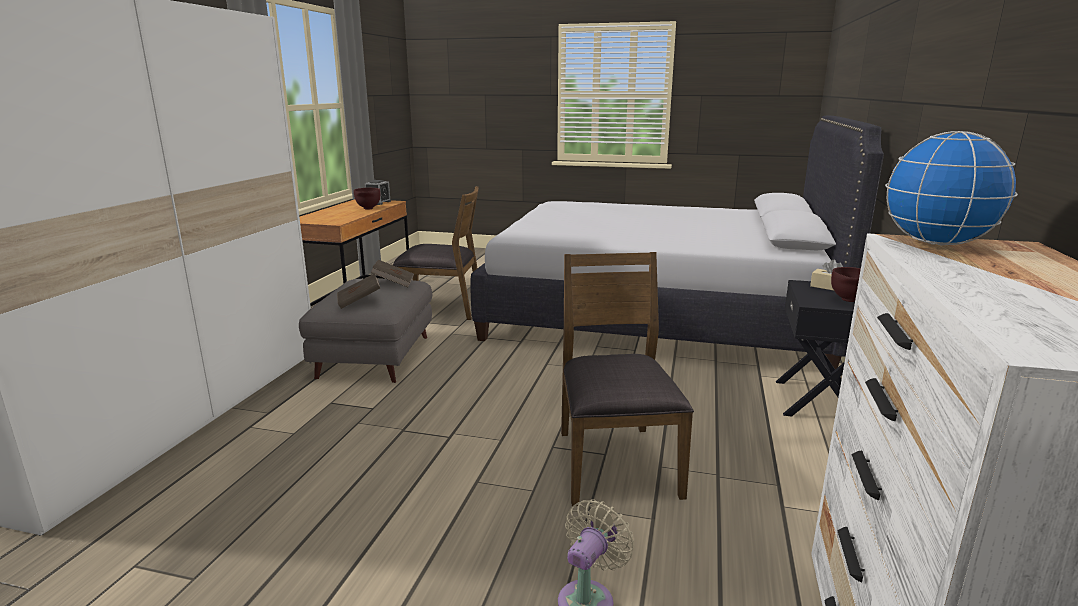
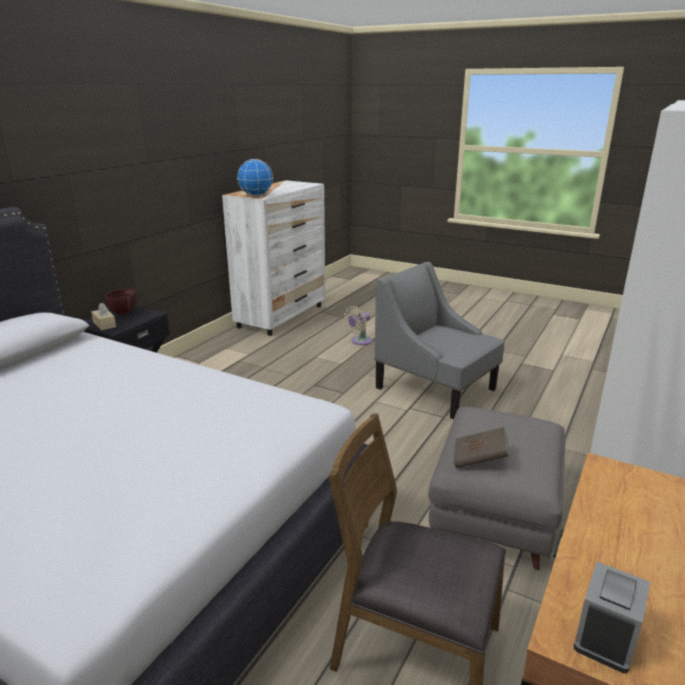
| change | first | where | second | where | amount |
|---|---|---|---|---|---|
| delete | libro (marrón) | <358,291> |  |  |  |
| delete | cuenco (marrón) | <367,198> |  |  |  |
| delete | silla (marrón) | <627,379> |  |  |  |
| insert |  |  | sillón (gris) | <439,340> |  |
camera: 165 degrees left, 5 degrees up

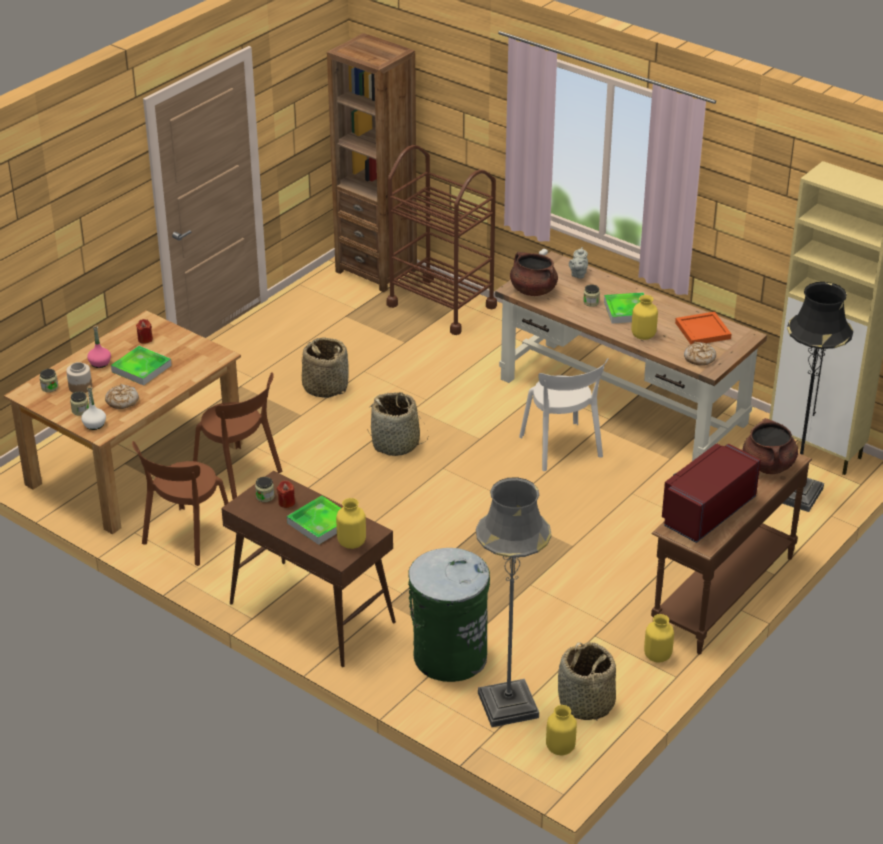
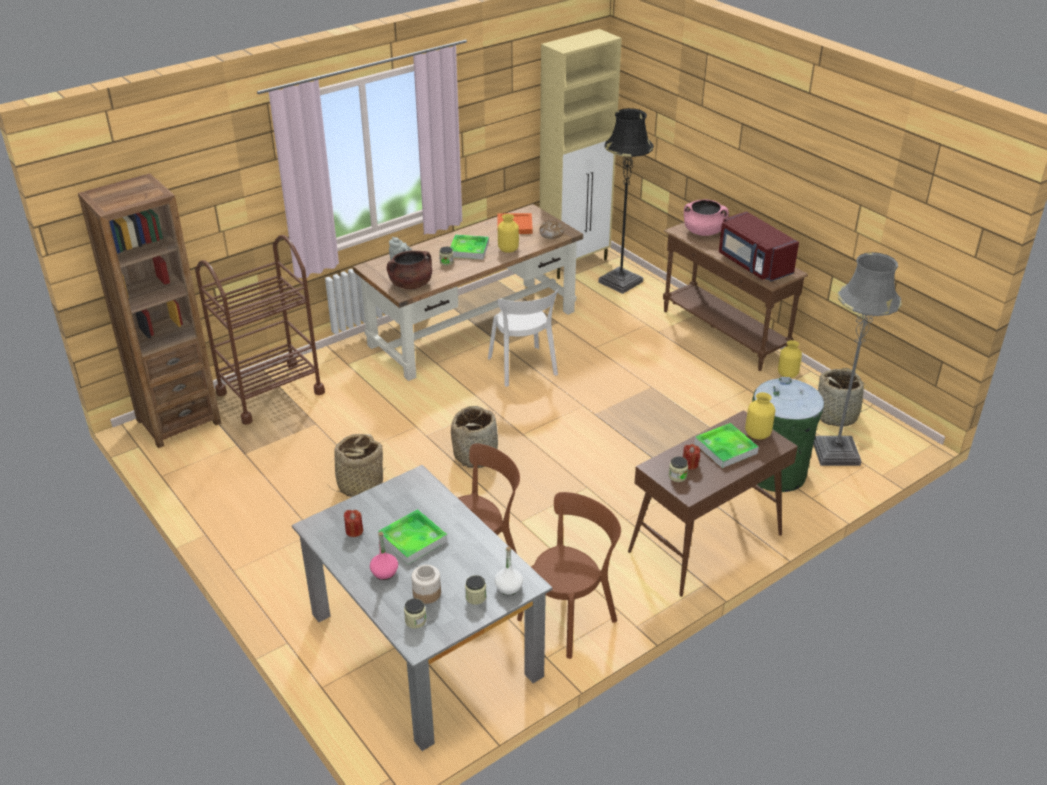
| change | first | where | second | where | amount |
|---|---|---|---|---|---|
| delete | pan | <122,396> |  |  |  |
| delete | florero (amarillo) | <561,730> |  |  |  |
| recolor | mesa de comedor (marrón) | <123,422> | mesa de comedor (gris) | <422,608> |  |
| recolor | olla (marrón) | <770,446> | olla (rosa) | <706,217> |  |
| rotate | silla (marrón) | <180,503> |  | <569,575> | 90 degrees counterclockwise |
| rotate | silla (blanco) | <564,414> |  | <524,337> | 75 degrees clockwise |
camera: 75 degrees left, 0 degrees up

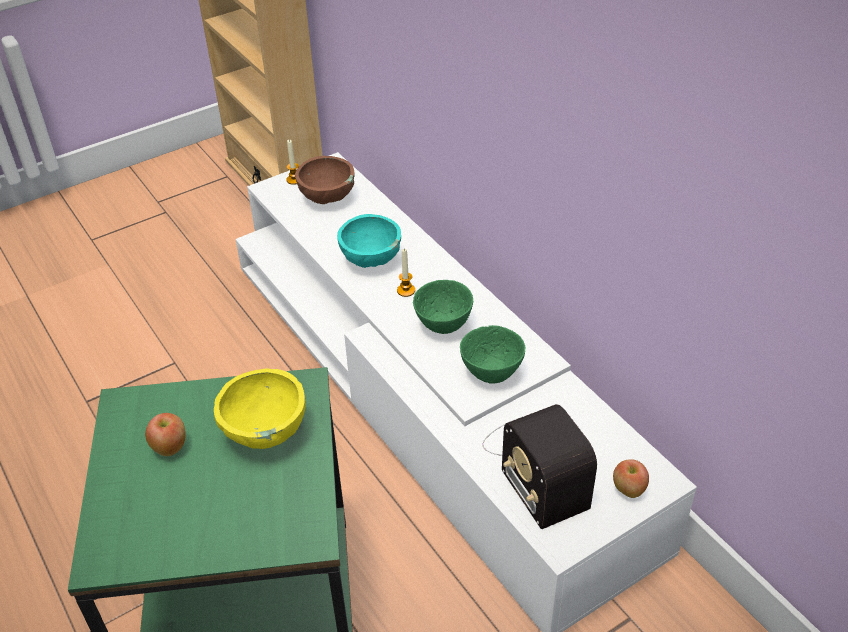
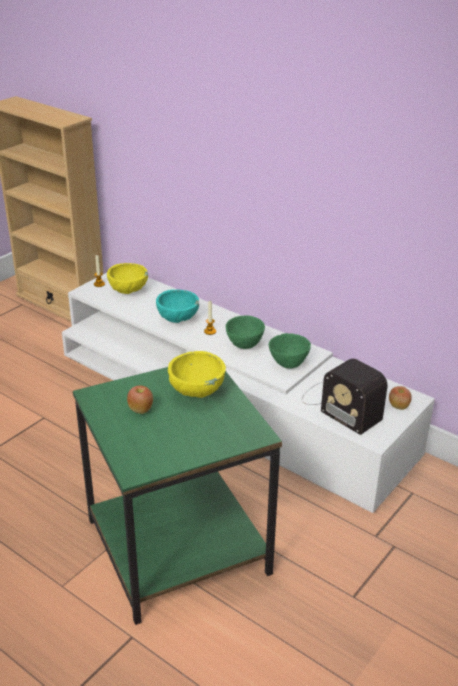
| change | first | where | second | where | amount |
|---|---|---|---|---|---|
| recolor | cuenco (marrón) | <325,180> | cuenco (amarillo) | <127,278> |  |
camera: 20 degrees left, 10 degrees down

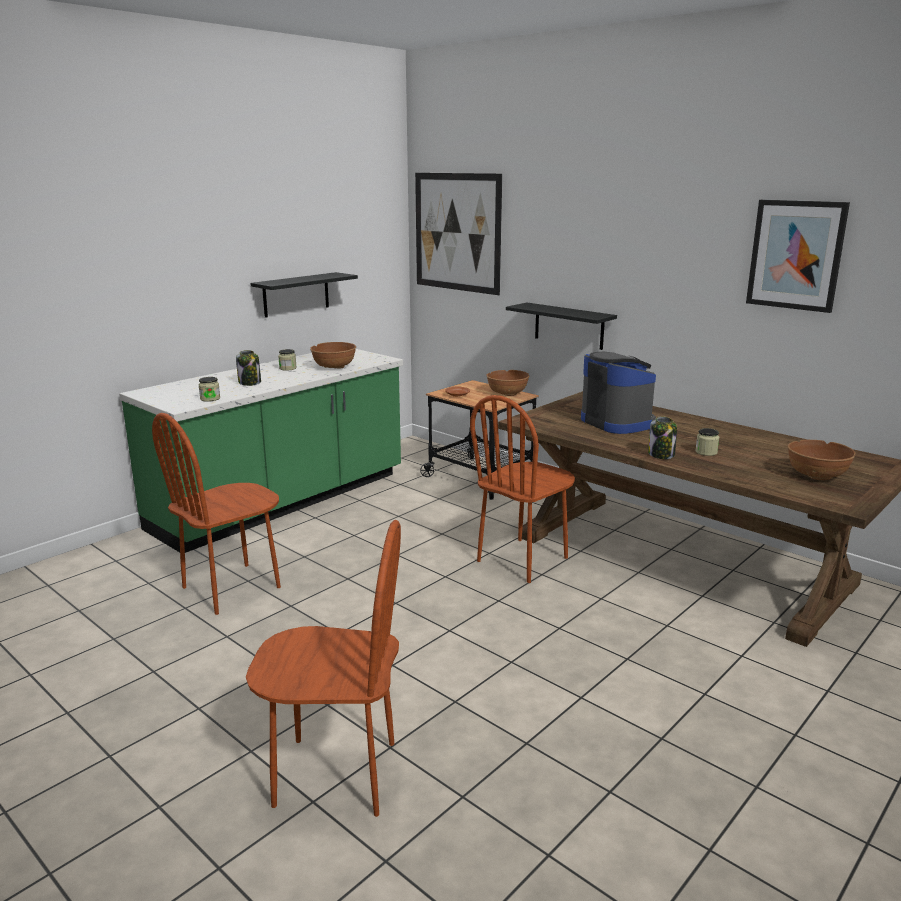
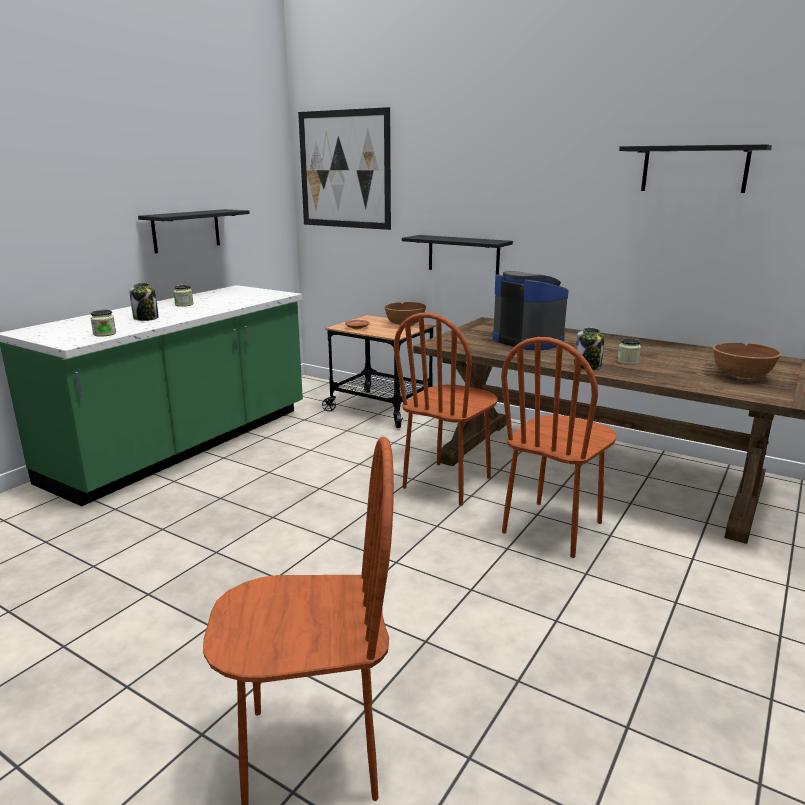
| change | first | where | second | where | amount |
|---|---|---|---|---|---|
| delete | cuenco (marrón) | <333,355> |  |  |  |
| move | silla (marrón) | <216,514> |  | <558,447> |  |
| replace | cuadro | <798,256> | estante (negro) | <695,168> |  |
camera: 10 degrees left, 0 degrees up

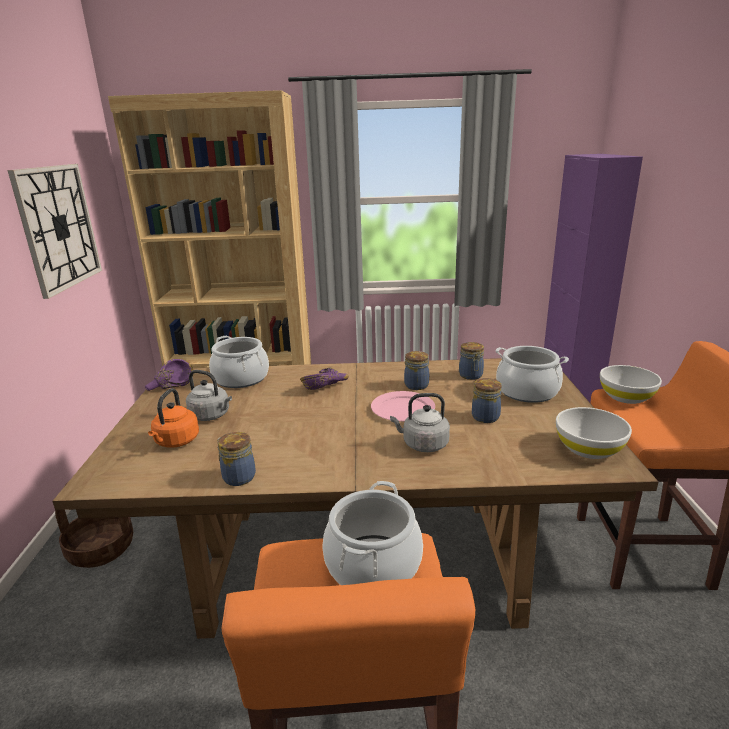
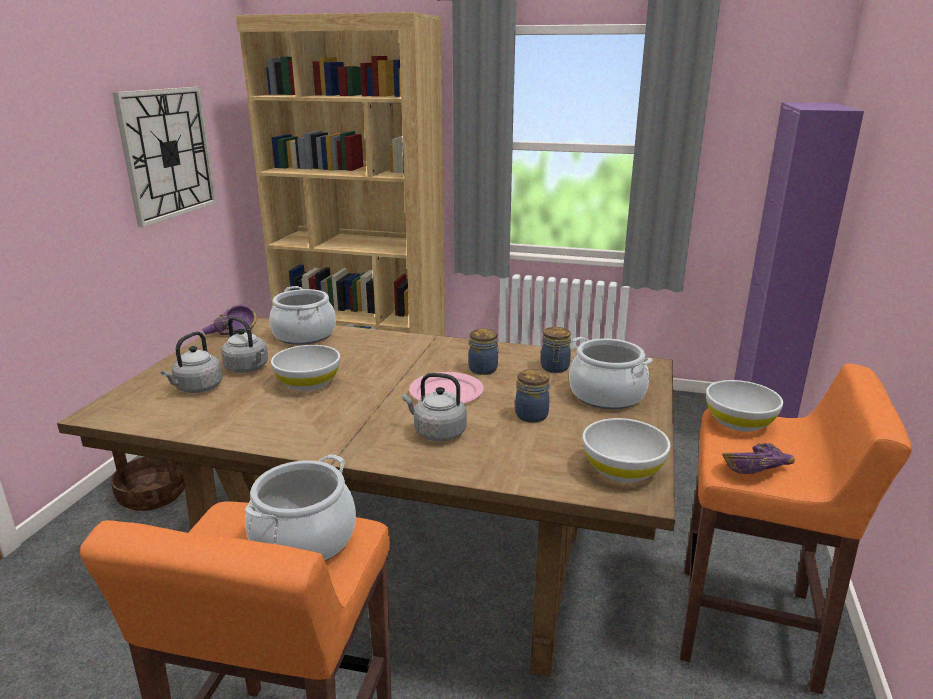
| change | first | where | second | where | amount |
|---|---|---|---|---|---|
| delete | tarro | <236,459> |  |  |  |
| insert |  |  | cuenco (blanco) | <305,368> |  |
| move | cuenco (morado) | <324,378> |  | <758,458> |  |
| recolor | hervidor (naranja) | <173,418> | hervidor (gris) | <192,362> |  |
camera: 15 degrees right, 0 degrees up

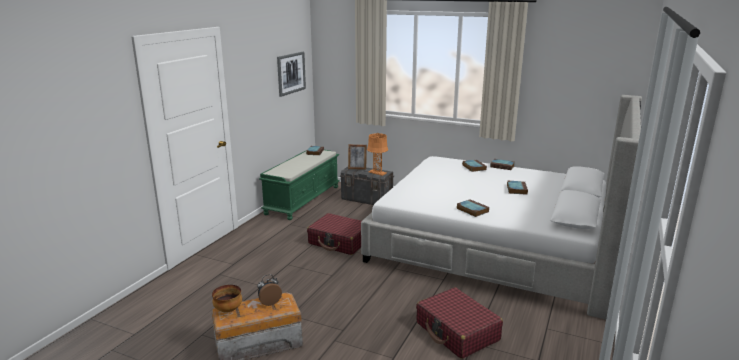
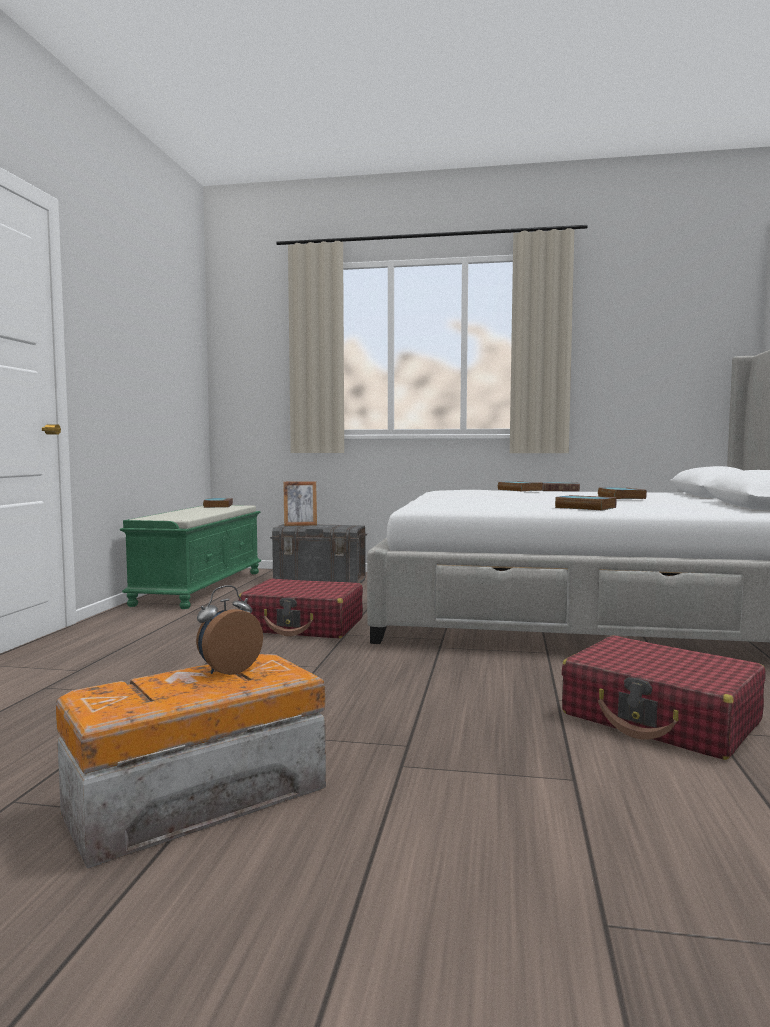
| change | first | where | second | where | amount |
|---|---|---|---|---|---|
| delete | cuenco | <227,298> |  |  |  |
| delete | cuadro | <291,74> |  |  |  |
| delete | lámpara de mesa (naranja) | <377,154> |  |  |  |
camera: 15 degrees left, 15 degrees down

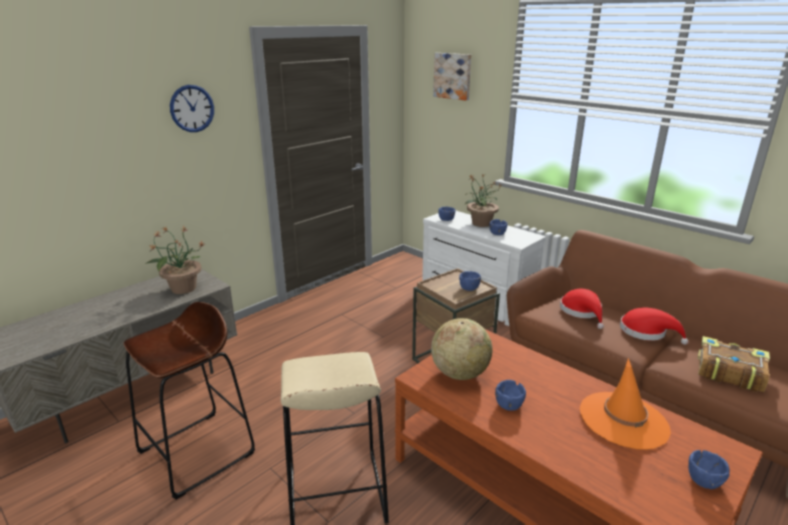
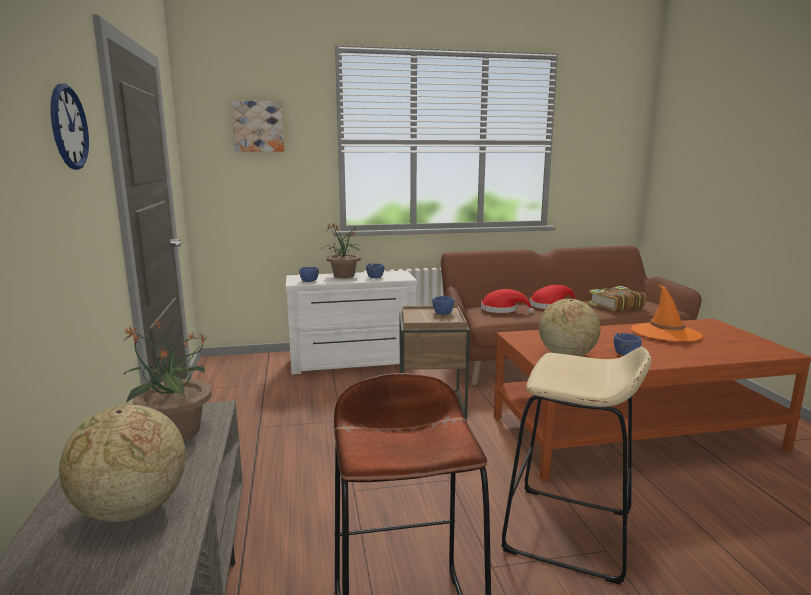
| change | first | where | second | where | amount |
|---|---|---|---|---|---|
| delete | cuenco (azul) | <709,469> |  |  |  |
| insert |  |  | globo terráqueo | <122,463> |  |
camera: 55 degrees left, 10 degrees down

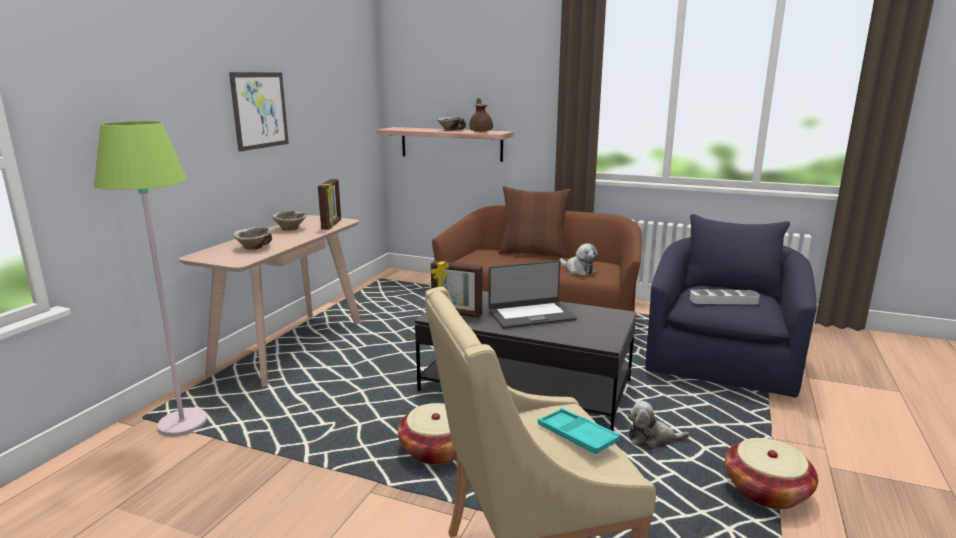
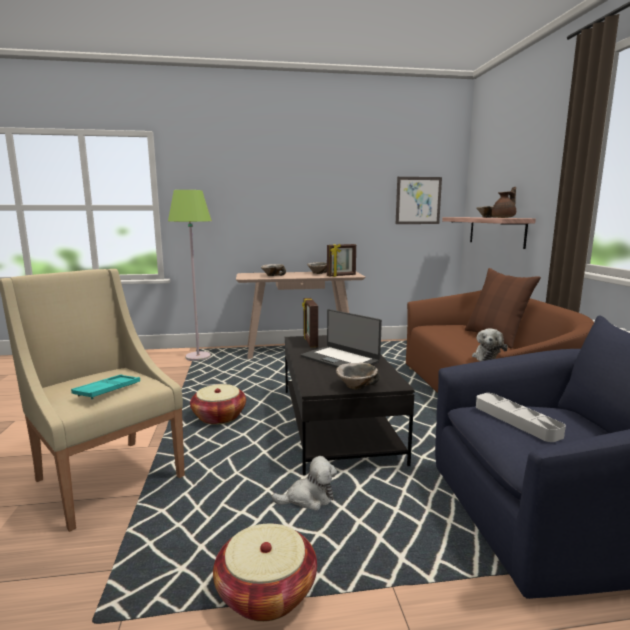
| change | first | where | second | where | amount |
|---|---|---|---|---|---|
| insert |  |  | cuenco | <358,376> |  |
| move | cuadro | <259,111> |  | <419,200> |  |
| rotate | peluche | <658,424> |  | <304,483> | 105 degrees clockwise |
camera: 60 degrees right, 5 degrees down

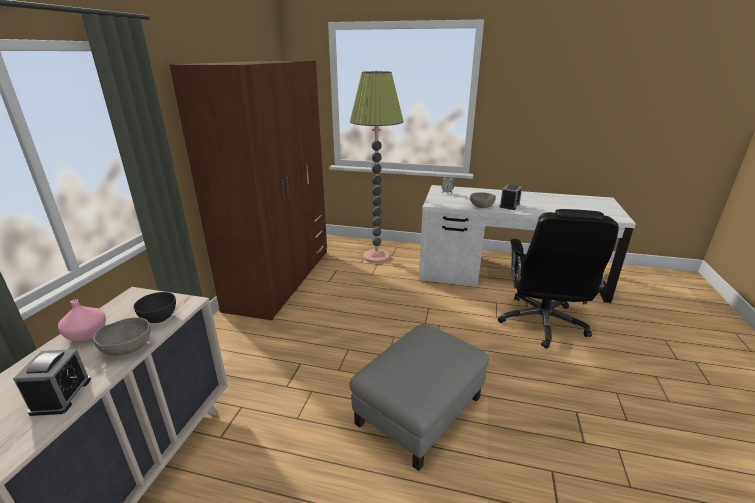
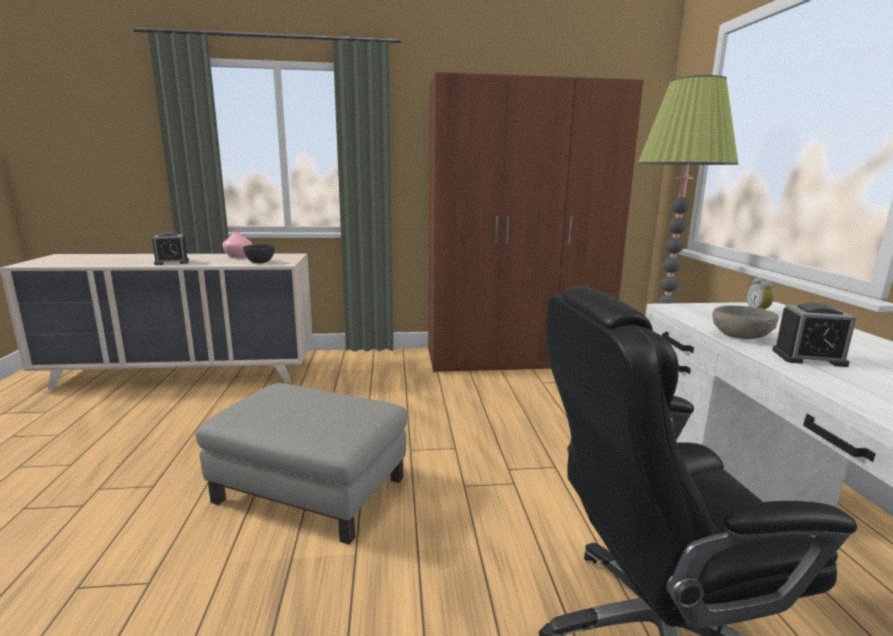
| change | first | where | second | where | amount |
|---|---|---|---|---|---|
| delete | cuenco (gris) | <122,336> |  |  |  |
camera: 70 degrees right, 10 degrees down

